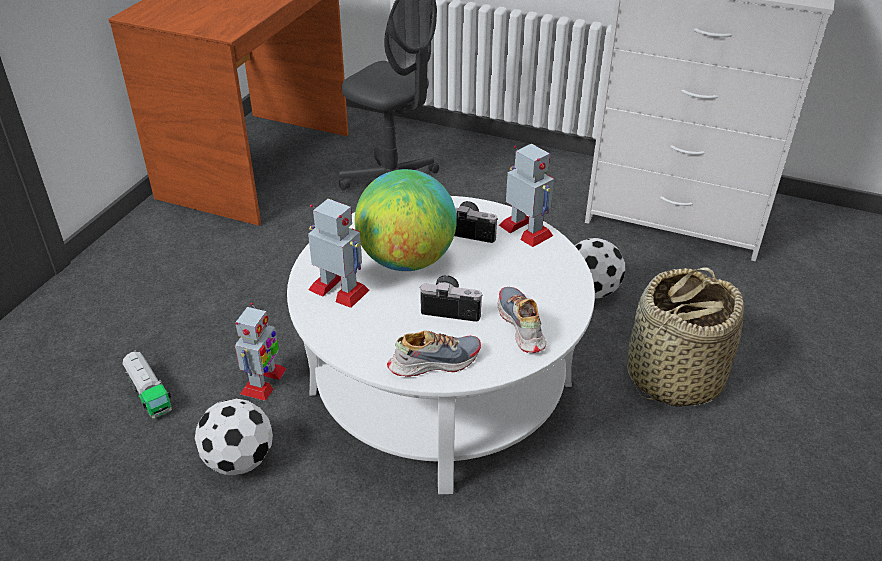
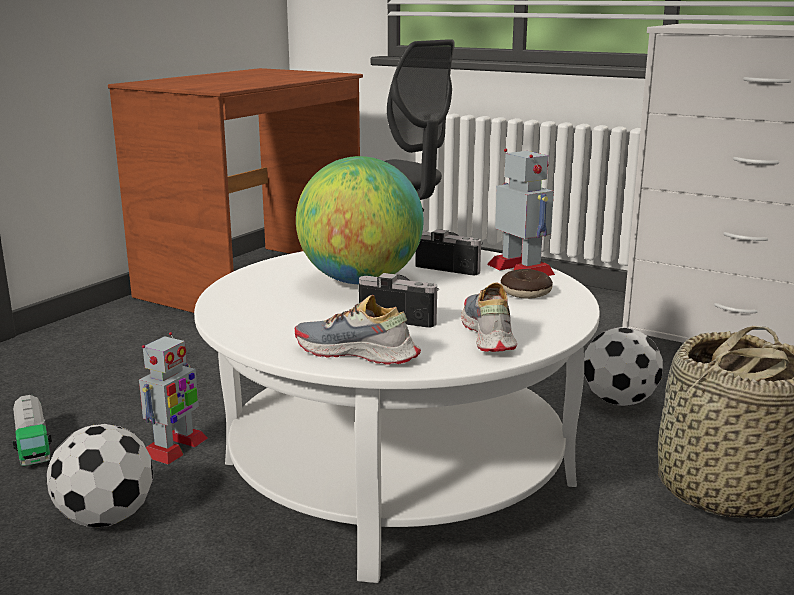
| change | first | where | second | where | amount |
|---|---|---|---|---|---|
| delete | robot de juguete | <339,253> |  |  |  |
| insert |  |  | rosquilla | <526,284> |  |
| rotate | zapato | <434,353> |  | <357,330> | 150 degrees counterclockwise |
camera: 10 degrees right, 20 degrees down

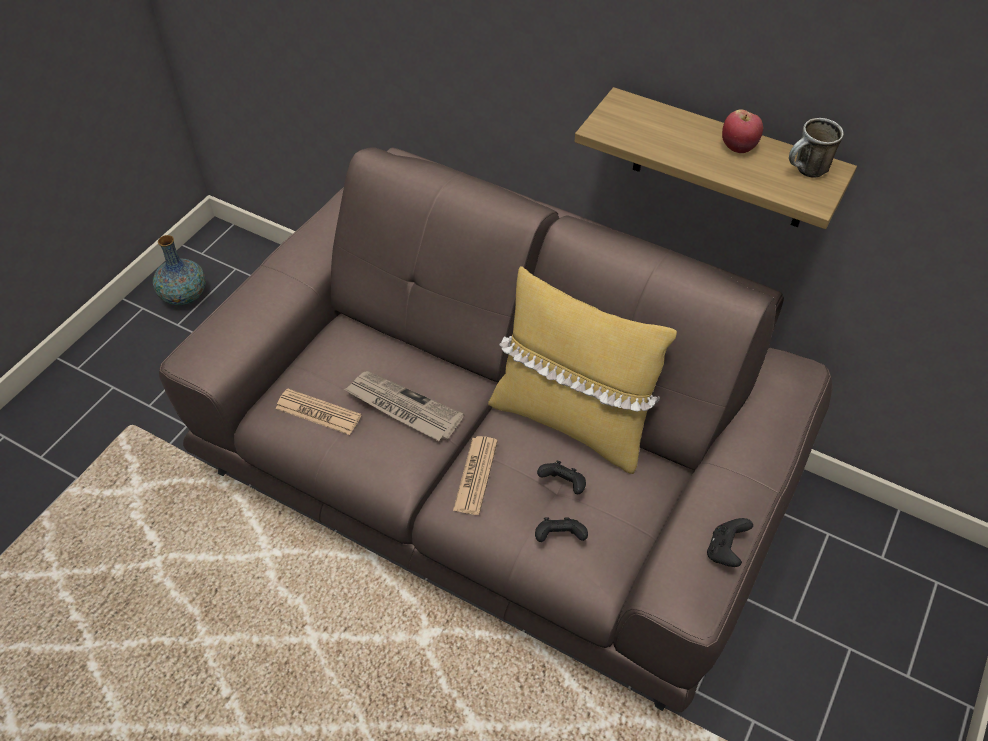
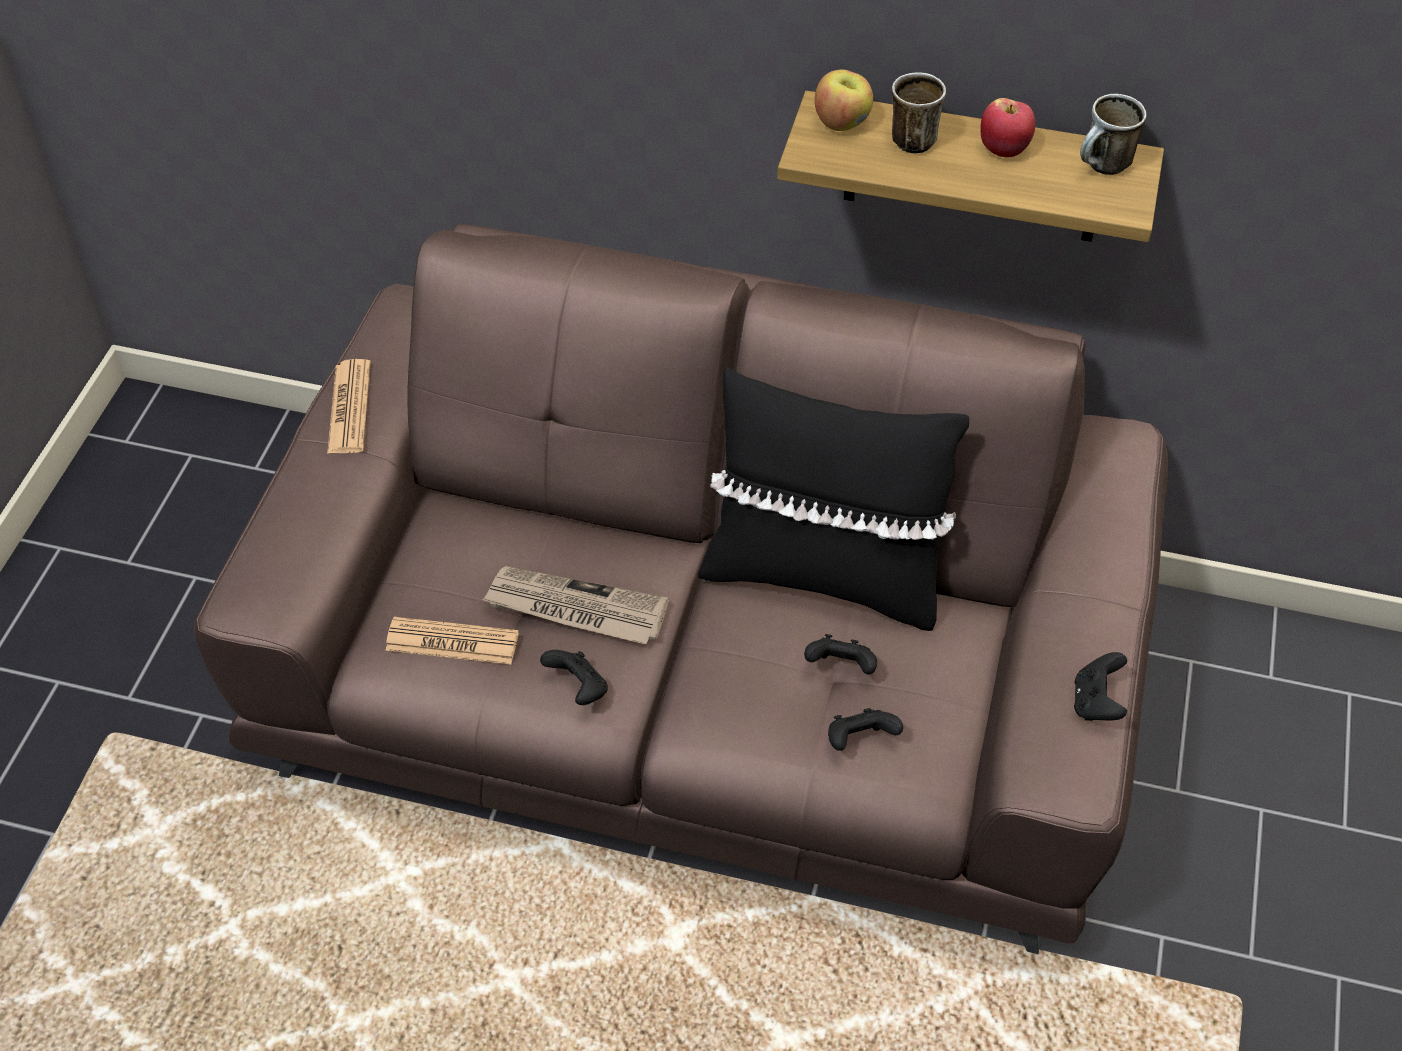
| change | first | where | second | where | amount |
|---|---|---|---|---|---|
| delete | florero | <179,270> |  |  |  |
| insert |  |  | mando de consola (negro) | <574,677> |  |
| insert |  |  | manzana | <843,100> |  |
| insert |  |  | taza grande | <919,113> |  |
| move | periódico | <475,475> |  | <349,406> |  |
| recolor | cojín (amarillo) | <582,370> | cojín (negro) | <833,499> |  |
camera: 15 degrees left, 0 degrees up

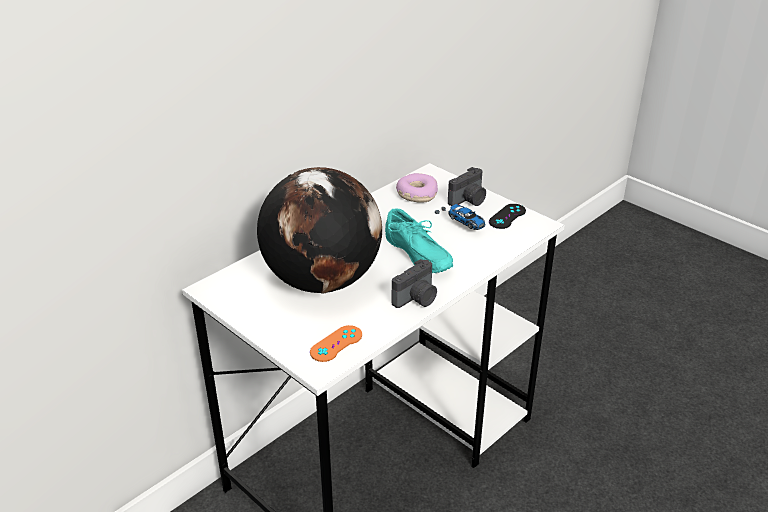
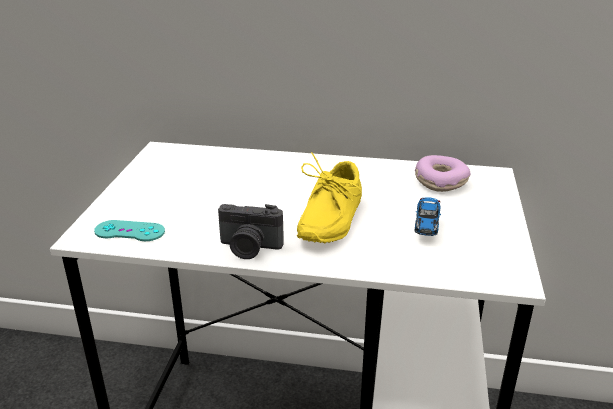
| change | first | where | second | where | amount |
|---|---|---|---|---|---|
| delete | globo terráqueo | <319,230> |  |  |  |
| delete | cámara | <467,186> |  |  |  |
| delete | mando de consola (negro) | <507,216> |  |  |  |
| recolor | mando de consola (naranja) | <336,343> | mando de consola (turquesa) | <129,230> |  |
| recolor | zapato (turquesa) | <419,240> | zapato (amarillo) | <329,197> |  |
camera: 55 degrees right, 5 degrees down

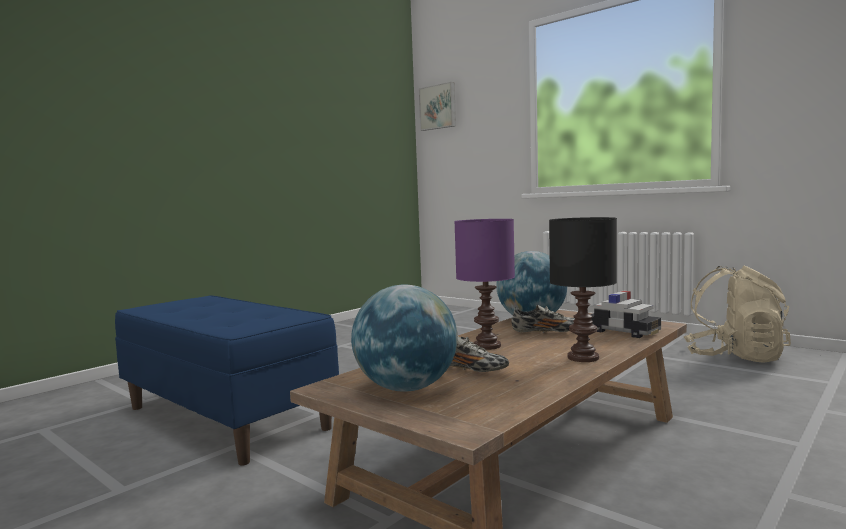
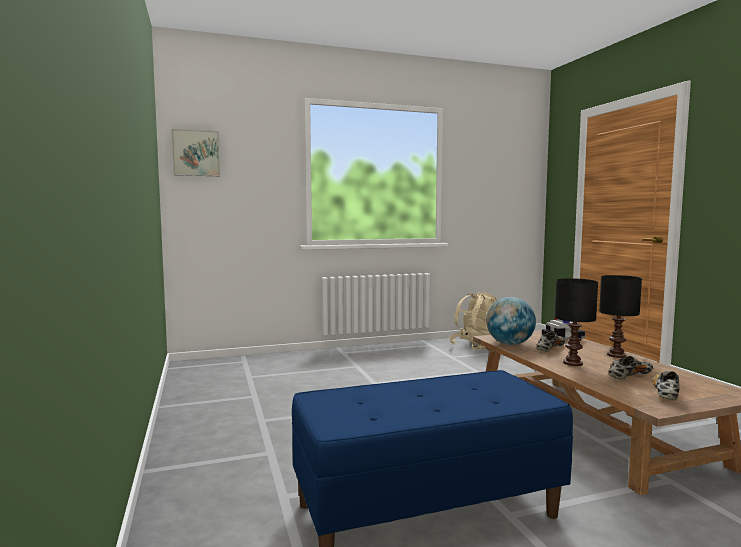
| change | first | where | second | where | amount |
|---|---|---|---|---|---|
| replace | globo terráqueo | <404,338> | zapato | <666,385> |  |
| recolor | lámpara de mesa (morado) | <484,284> | lámpara de mesa (negro) | <576,322> |  |
camera: 60 degrees left, 0 degrees up

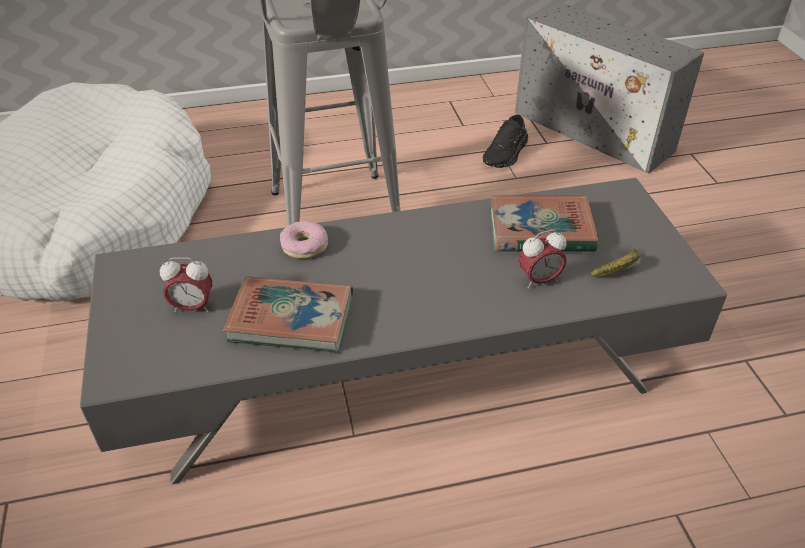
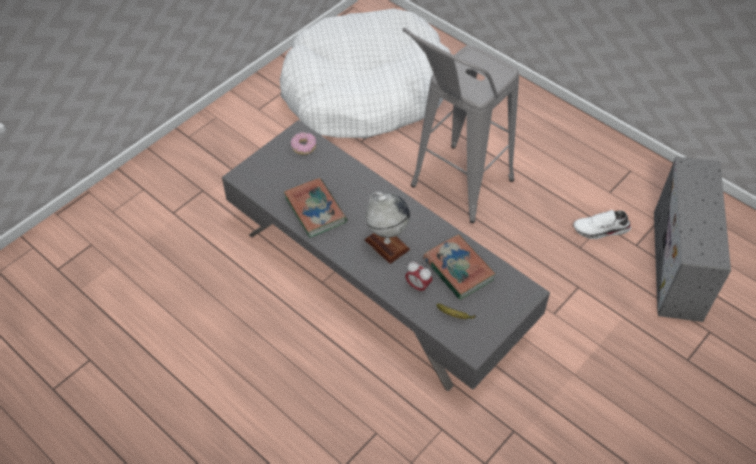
| change | first | where | second | where | amount |
|---|---|---|---|---|---|
| delete | despertador | <186,285> |  |  |  |
| insert |  |  | globo terráqueo | <387,228> |  |
| move | rosquilla | <304,240> |  | <304,143> |  |
| recolor | zapato (negro) | <505,141> | zapato (blanco) | <602,224> |  |
camera: 55 degrees right, 10 degrees up

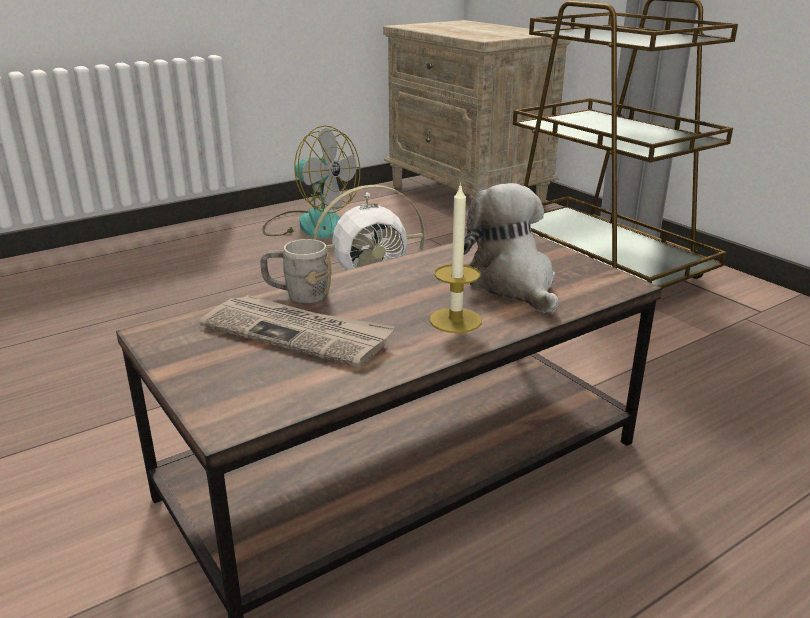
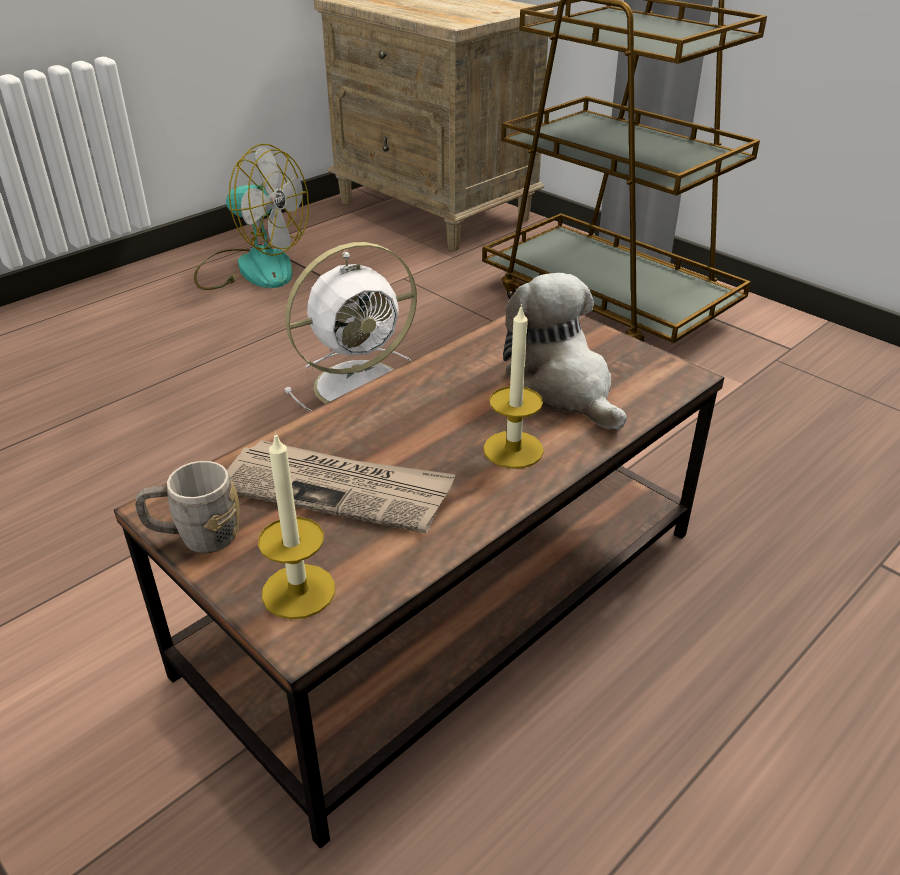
| change | first | where | second | where | amount |
|---|---|---|---|---|---|
| insert |  |  | vela | <296,525> |  |
| move | taza grande (gris) | <295,271> |  | <187,507> |  |
camera: 10 degrees left, 10 degrees up

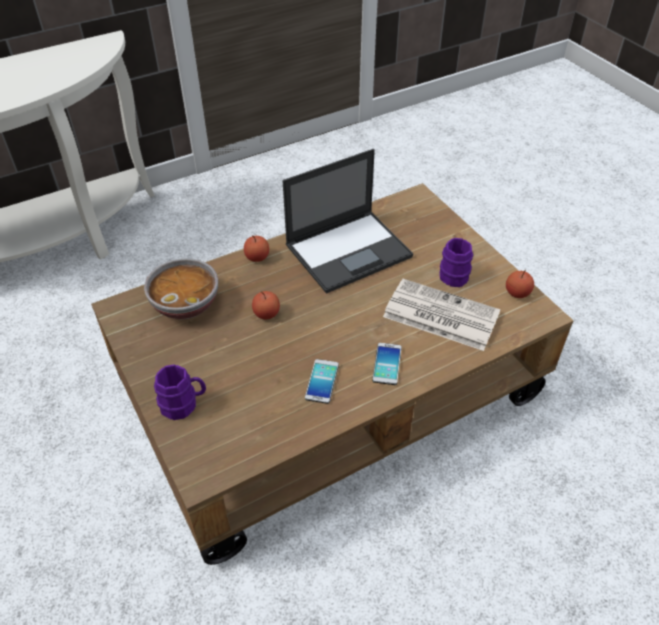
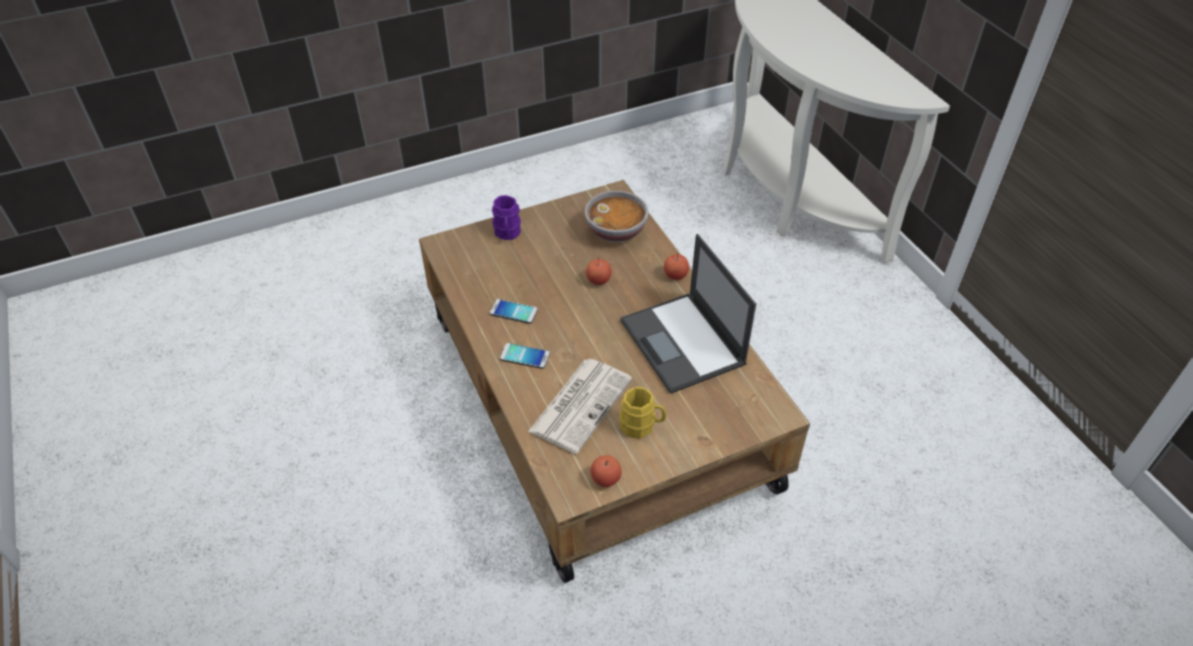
| change | first | where | second | where | amount |
|---|---|---|---|---|---|
| recolor | taza grande (morado) | <456,262> | taza grande (amarillo) | <642,413> |  |
camera: 95 degrees right, 0 degrees up

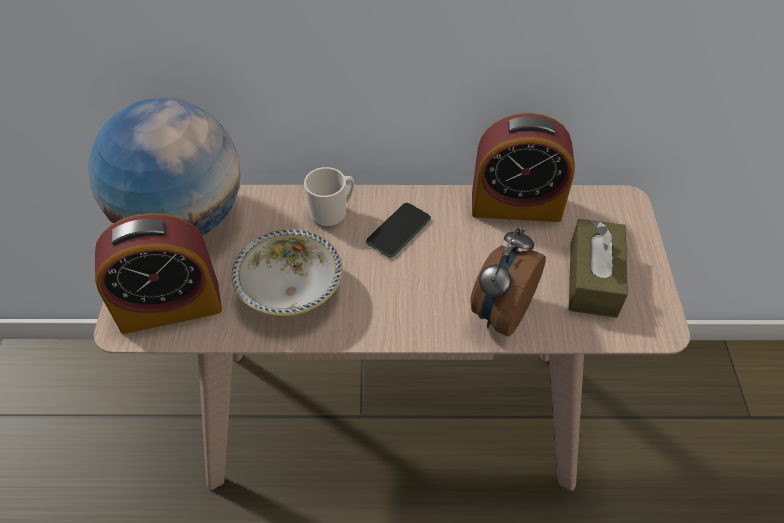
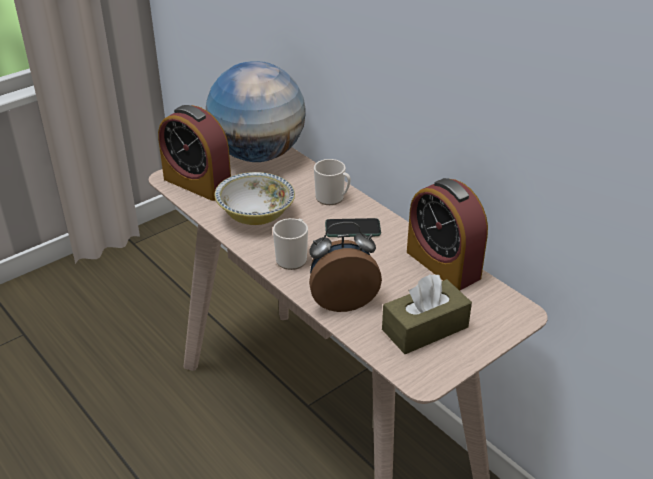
| change | first | where | second | where | amount |
|---|---|---|---|---|---|
| insert |  |  | taza grande | <290,244> |  |
camera: 50 degrees right, 15 degrees down

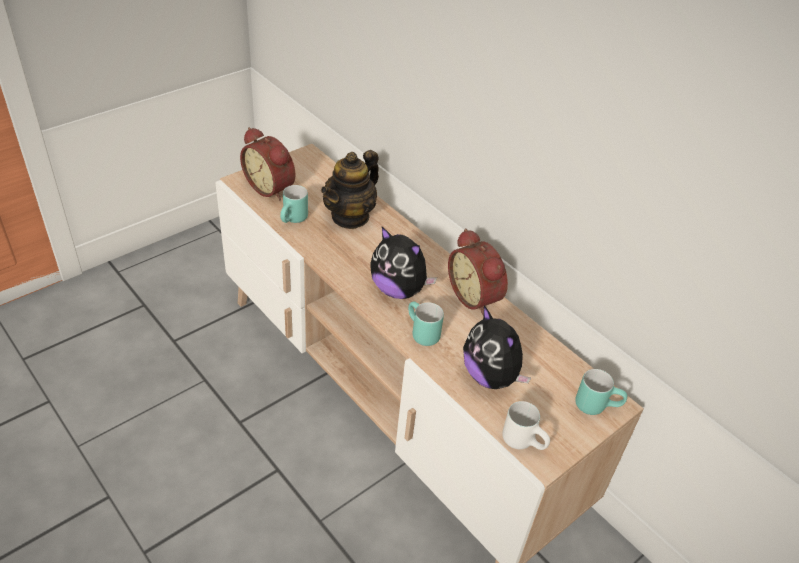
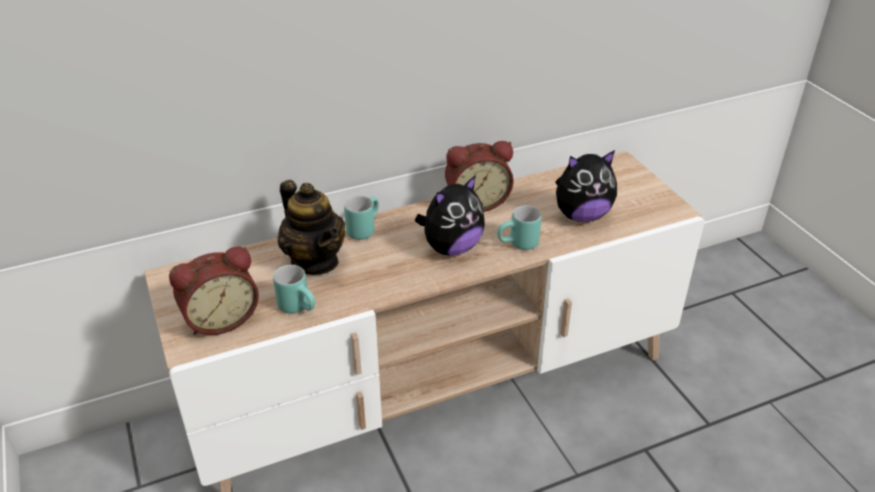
| change | first | where | second | where | amount |
|---|---|---|---|---|---|
| delete | taza grande (blanco) | <526,425> |  |  |  |
| move | taza grande (turquesa) | <601,392> |  | <361,218> |  |
camera: 70 degrees left, 5 degrees down

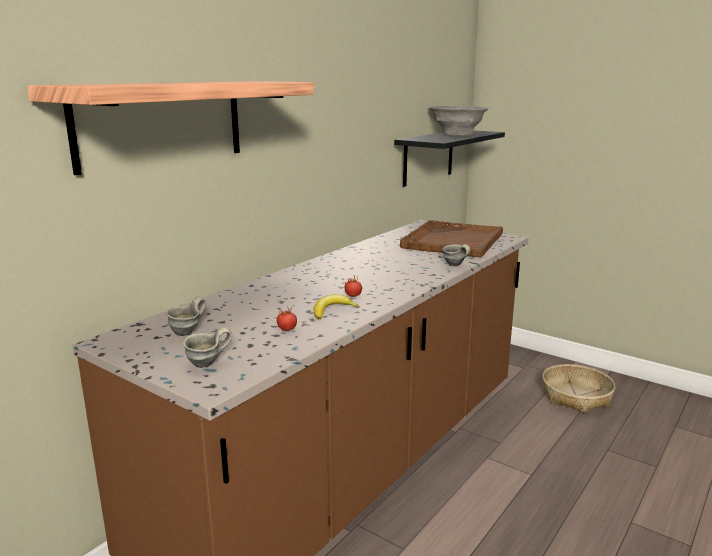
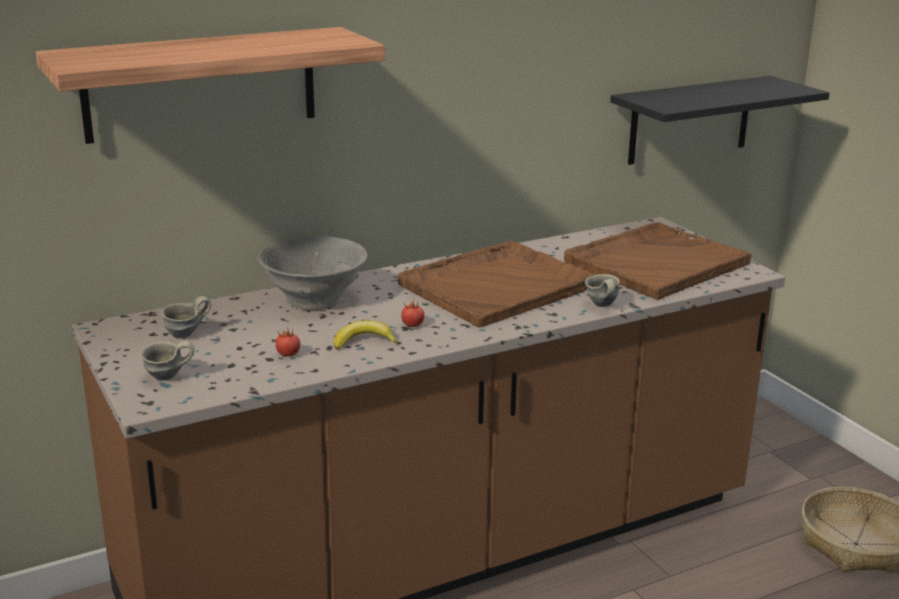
| change | first | where | second | where | amount |
|---|---|---|---|---|---|
| insert |  |  | bandeja (marrón) | <496,283> |  |
| move | cuenco (gris) | <459,120> |  | <312,273> |  |
camera: 25 degrees right, 5 degrees up

